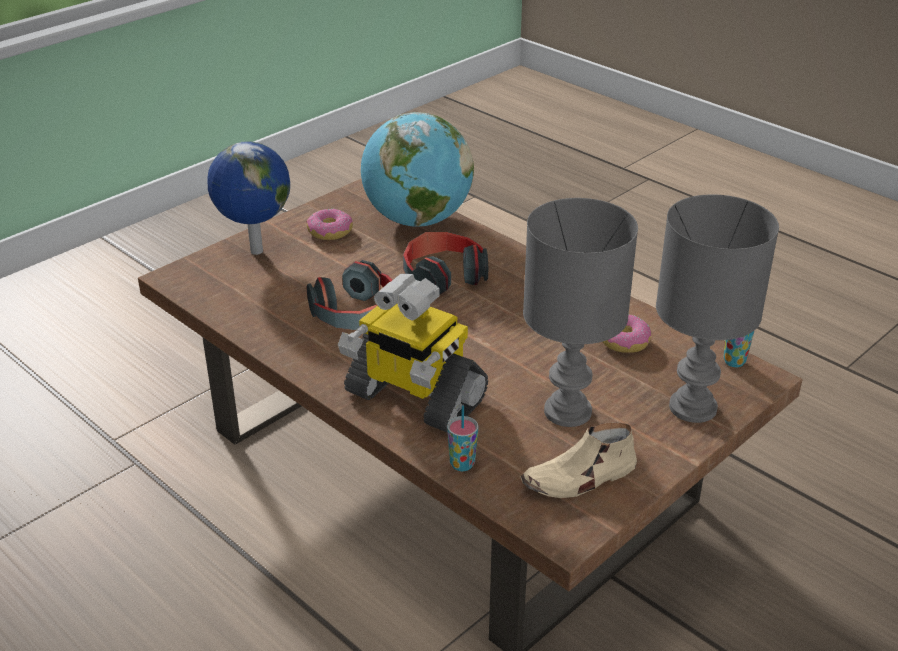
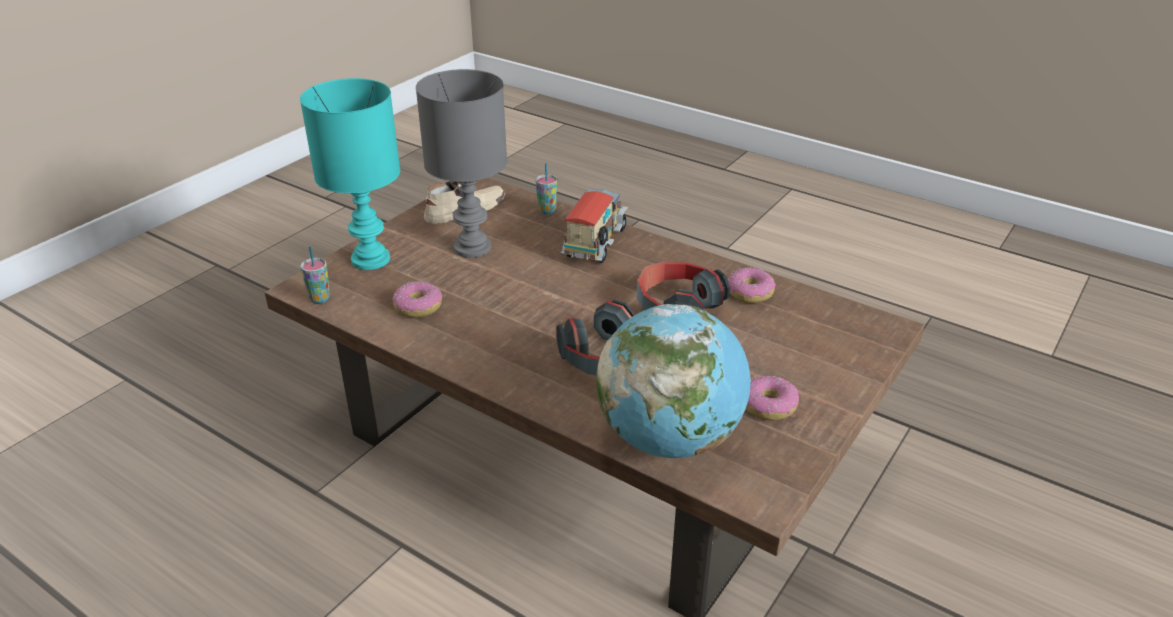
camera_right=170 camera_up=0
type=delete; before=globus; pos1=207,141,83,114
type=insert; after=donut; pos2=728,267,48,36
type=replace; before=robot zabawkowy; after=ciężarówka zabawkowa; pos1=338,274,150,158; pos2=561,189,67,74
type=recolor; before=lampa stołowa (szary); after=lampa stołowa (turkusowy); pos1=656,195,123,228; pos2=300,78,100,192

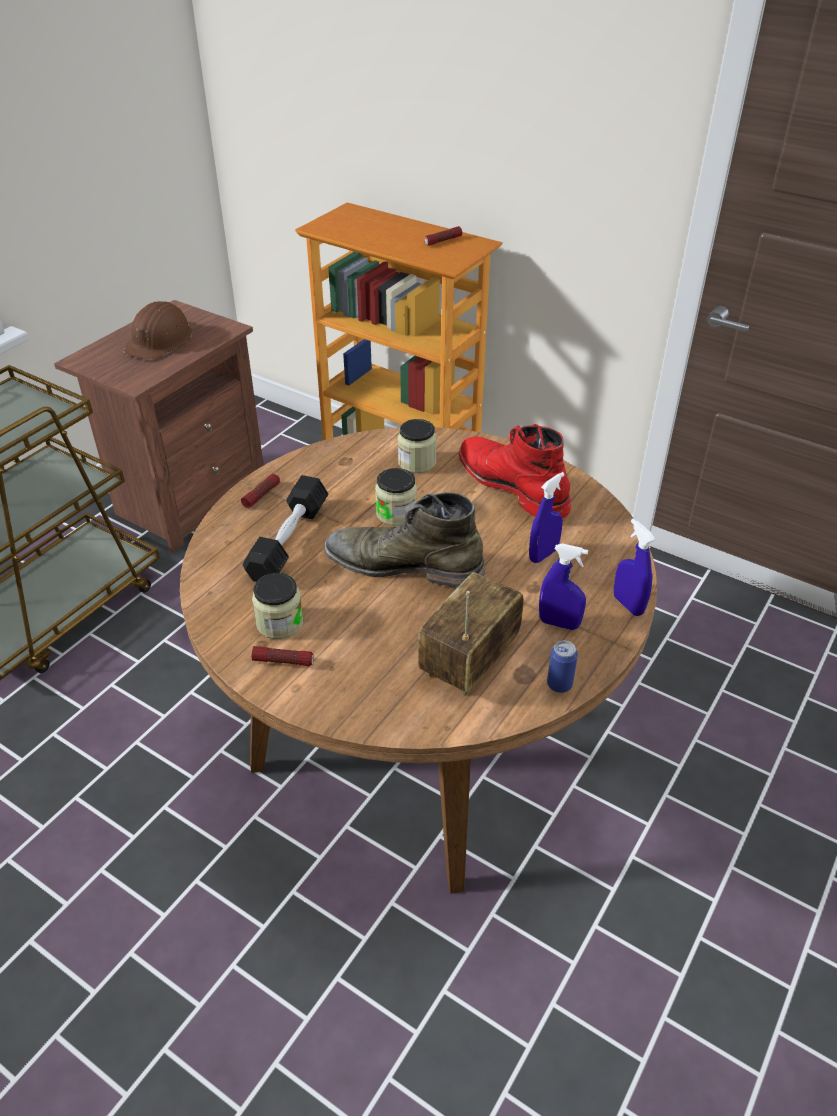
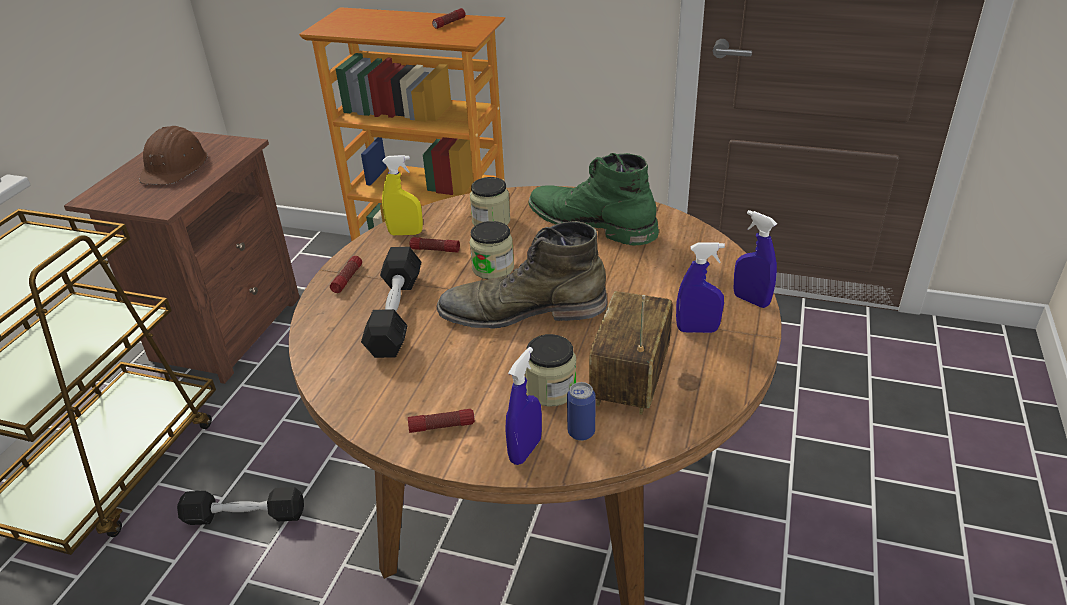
camera_right=-15 camera_up=-5
type=insert; after=hantel (czarny); pos2=177,487,127,38
type=insert; after=spryskiwacz (żółty); pos2=382,155,41,80
type=insert; after=latarka; pos2=409,237,51,15
type=move; before=słoik; pos1=252,573,51,66; pos2=525,334,51,72
type=move; before=spryskiwacz (niebieski); pos1=529,472,36,91; pos2=505,347,37,118
type=move; before=puszka; pos1=547,641,31,52; pos2=567,382,29,59
type=recolor; before=but z cholewką (czerwony); after=but z cholewką (zielony); pos1=459,424,112,94; pos2=529,153,130,93

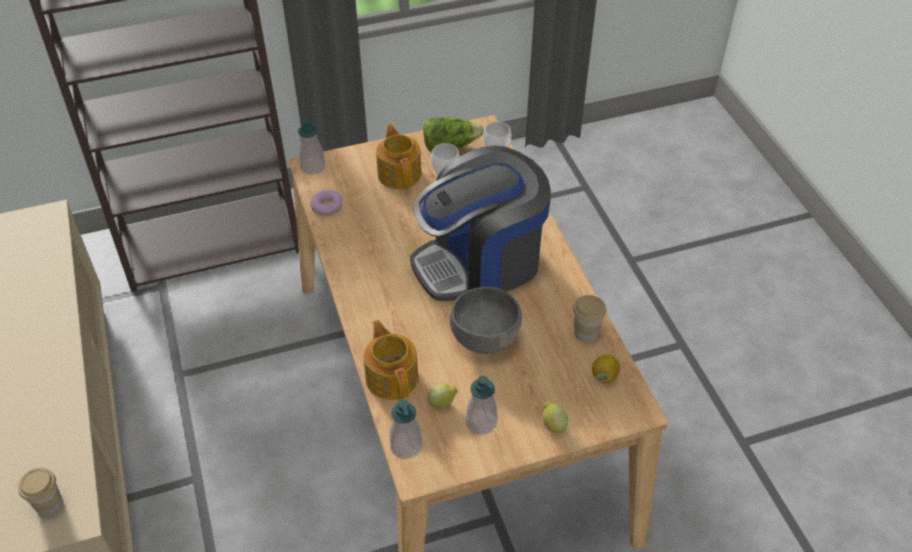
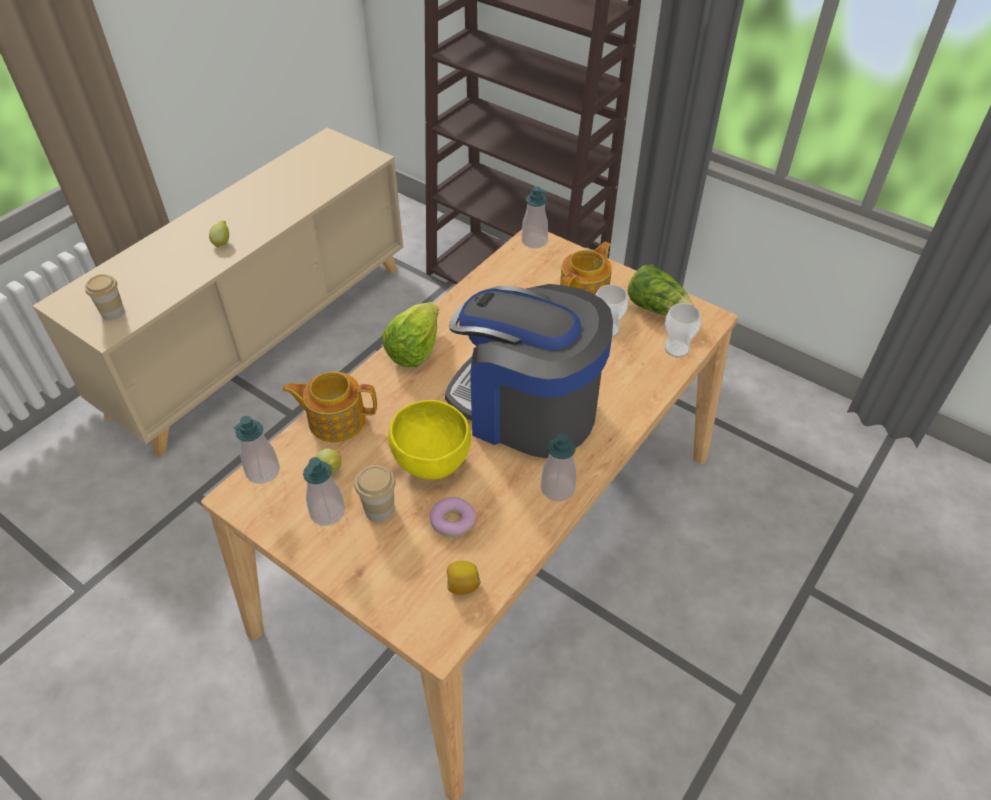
camera_right=55 camera_up=0
type=insert; after=sałata; pos2=382,302,57,65
type=insert; after=dozownik mydła; pos2=541,433,35,68
type=move; before=donut; pos1=310,190,33,26; pos2=429,497,47,41
type=move; before=cytryna; pos1=543,401,25,32; pos2=209,220,20,28
type=move; before=filiżanka; pos1=573,295,33,48; pos2=354,465,42,57
type=recolor; before=miska (szary); after=miska (żółty); pos1=450,287,72,67; pos2=388,400,83,80
type=rotate; before=imbryk; pos1=364,320,54,80; pos2=282,372,95,70; turn=-120

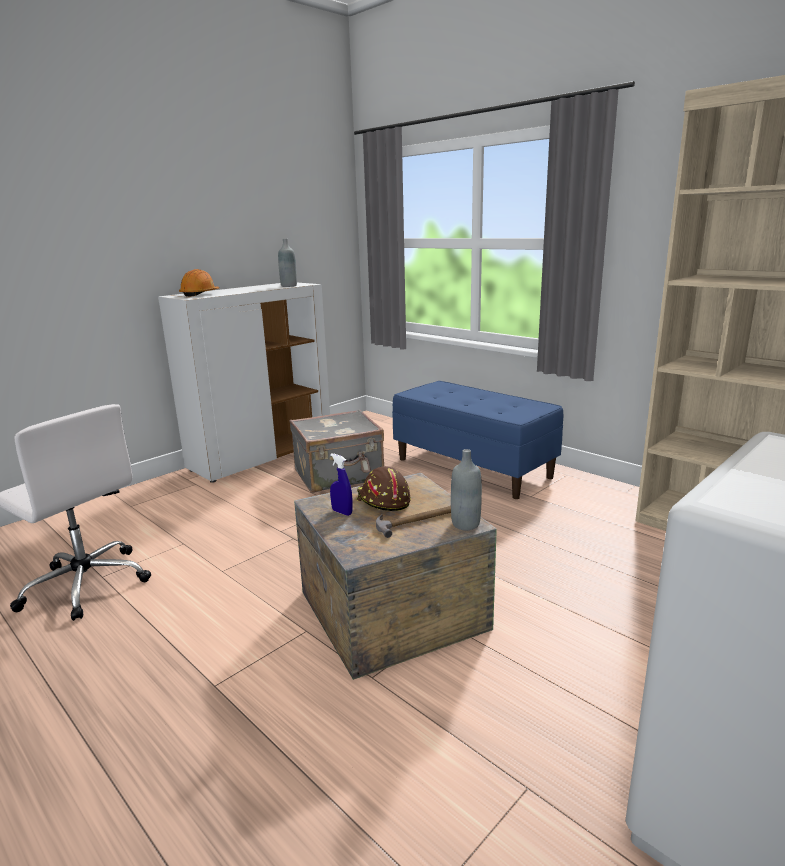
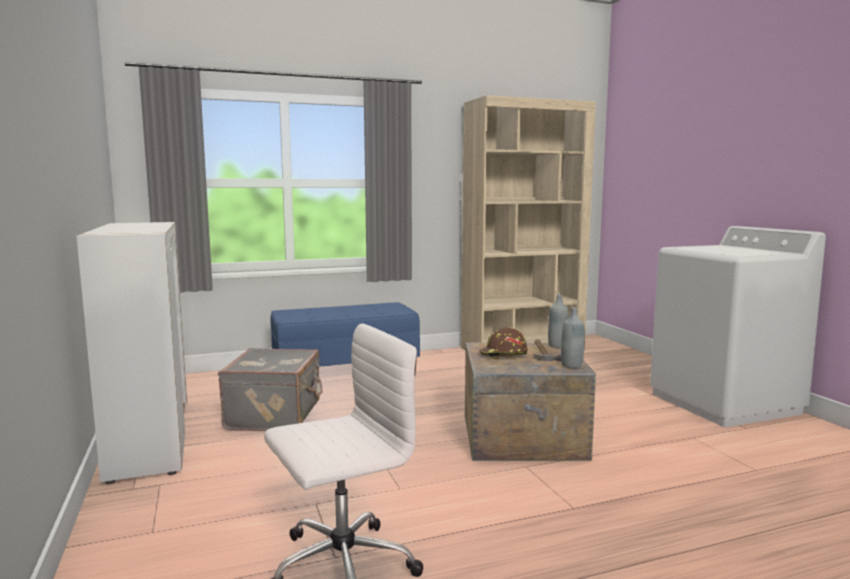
camera_right=-65 camera_up=-10
type=delete; before=kask (pomarańczowy); pos1=179,269,41,28
type=delete; before=spryskiwacz (niebieski); pos1=330,453,23,63
type=move; before=butelka (szary); pos1=278,239,19,48; pos2=561,308,24,60

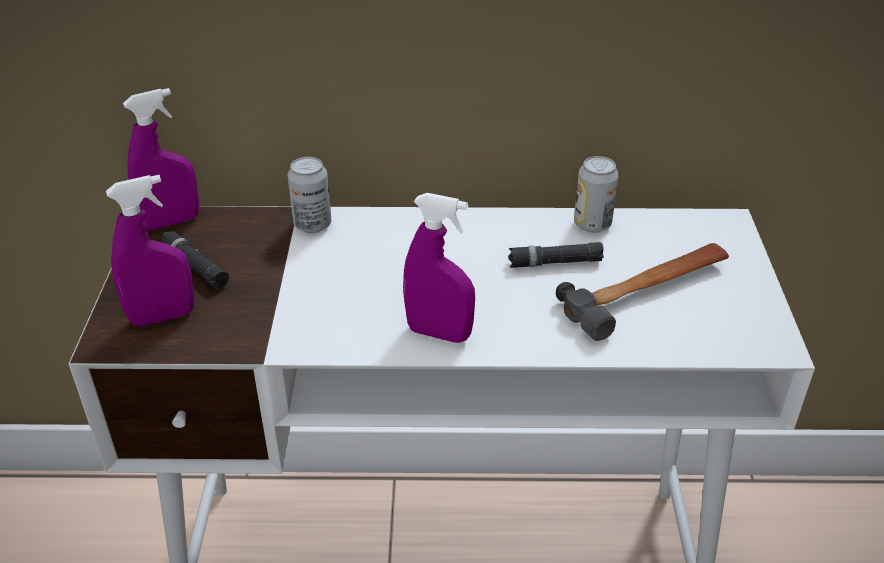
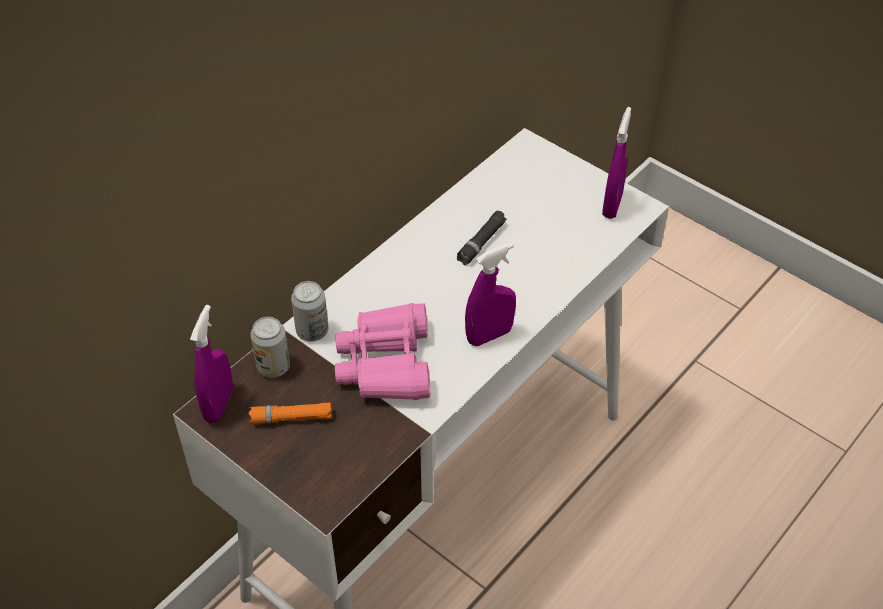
camera_right=-50 camera_up=10
type=delete; before=młotek; pos1=556,243,173,98
type=insert; after=lornetka (różowy); pos2=335,303,95,97
type=move; before=spryskiwacz (fioletowy); pos1=106,175,89,152; pos2=602,107,29,112
type=move; before=puszka; pos1=574,156,45,77; pos2=250,317,40,61
type=recolor; before=latarka (czarny); after=latarka (pomarańczowy); pos1=161,231,68,58; pos2=249,402,83,22

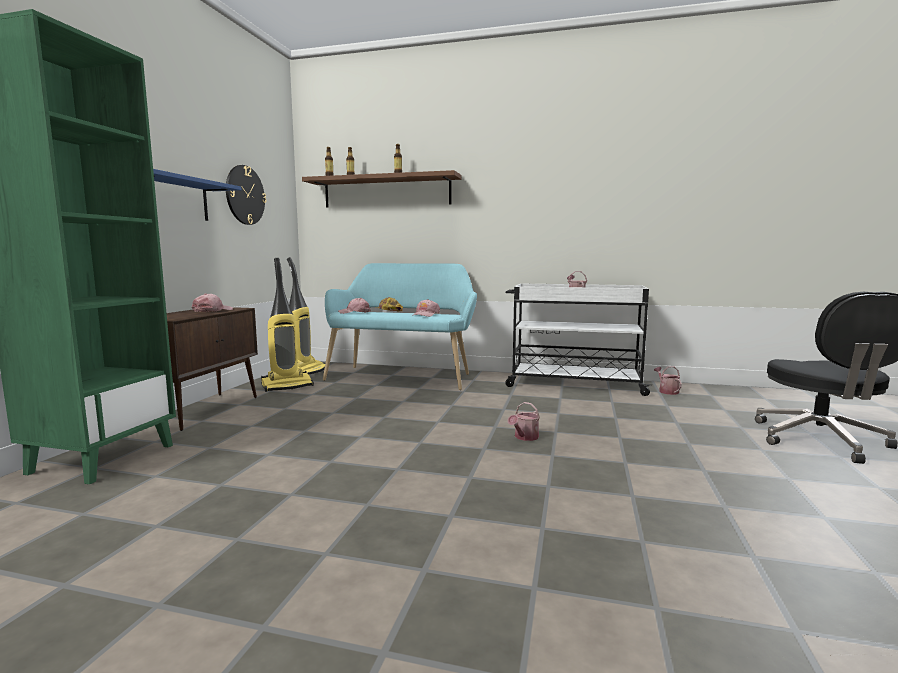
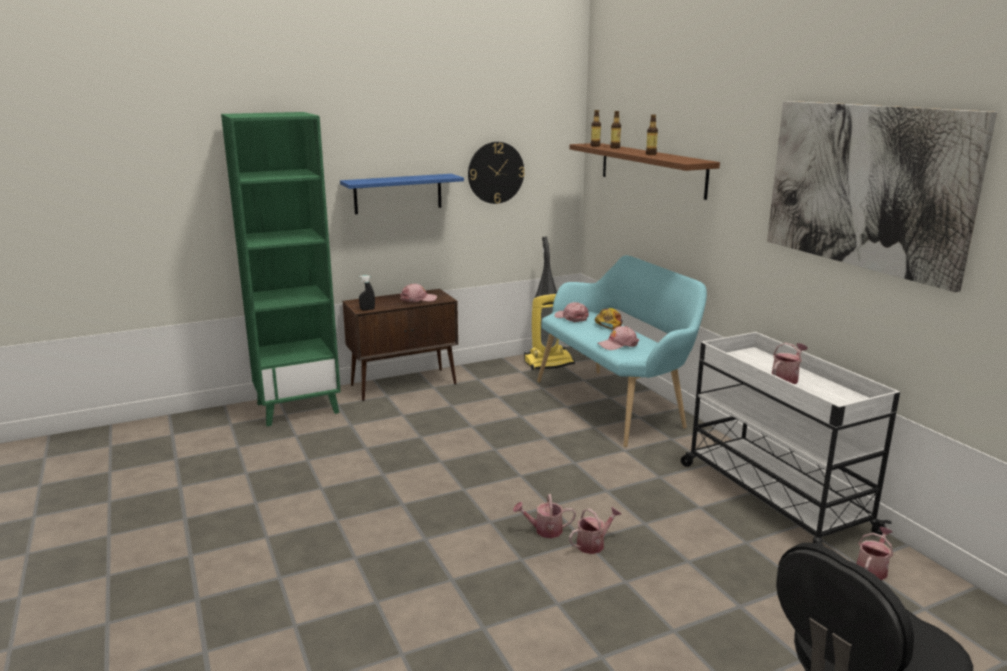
camera_right=50 camera_up=10
type=delete; before=odkurzacz; pos1=261,258,53,134
type=insert; after=spryskiwacz (czarny); pos2=359,275,16,35
type=insert; after=konewka; pos2=569,507,52,47
type=insert; after=obraz; pos2=767,101,230,191

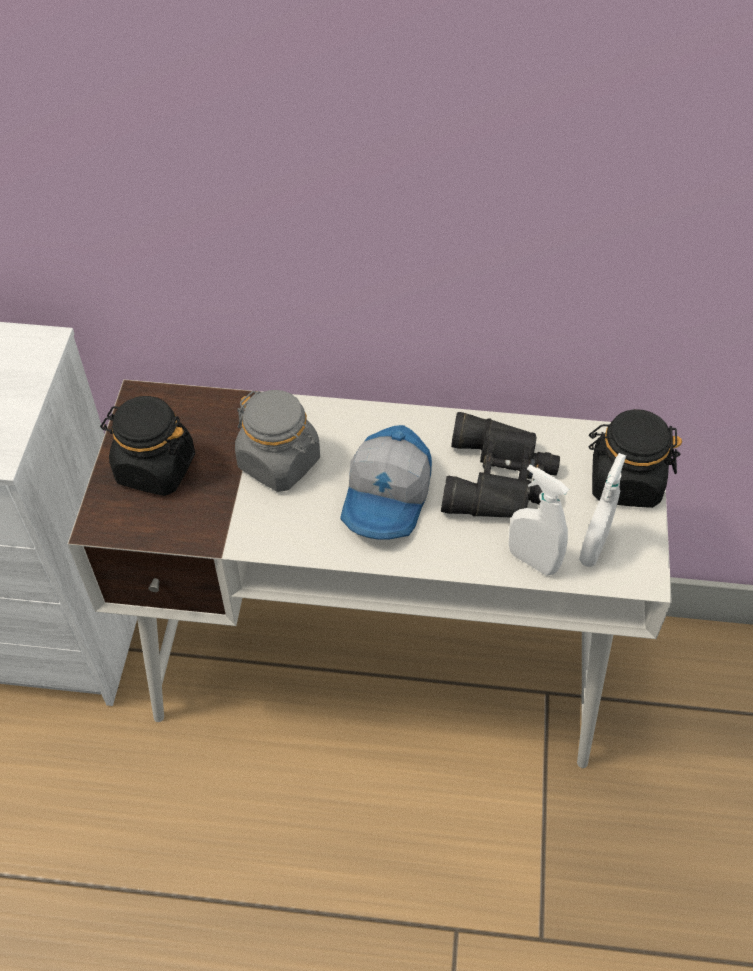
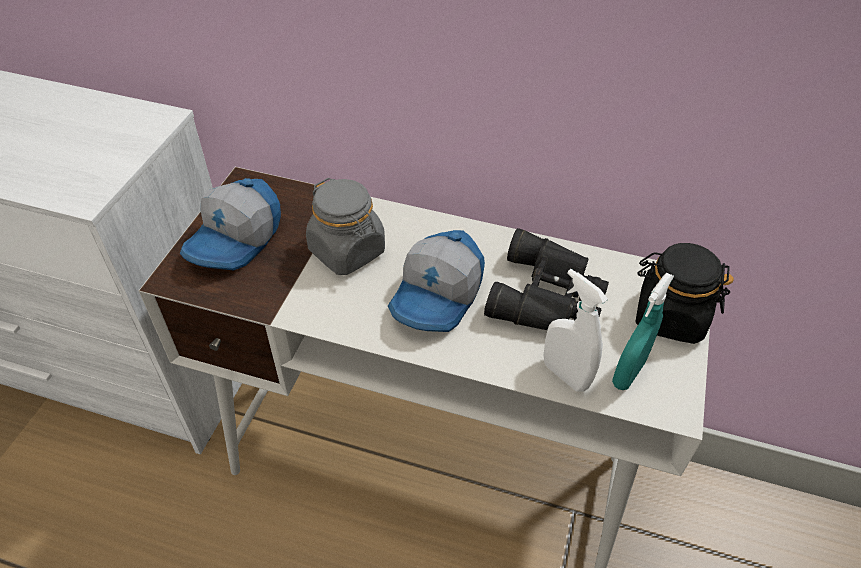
camera_right=10 camera_up=-5
type=replace; before=słoik (czarny); after=czapka z daszkiem; pos1=100,396,95,100; pos2=180,178,101,92
type=recolor; before=spryskiwacz (biały); after=spryskiwacz (turkusowy); pos1=579,453,47,114; pos2=612,273,62,117

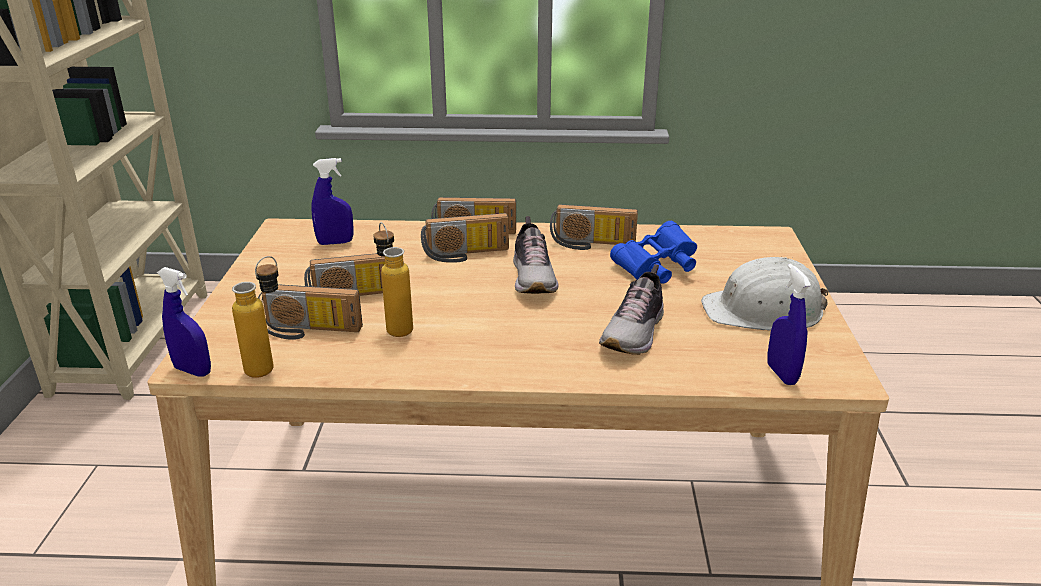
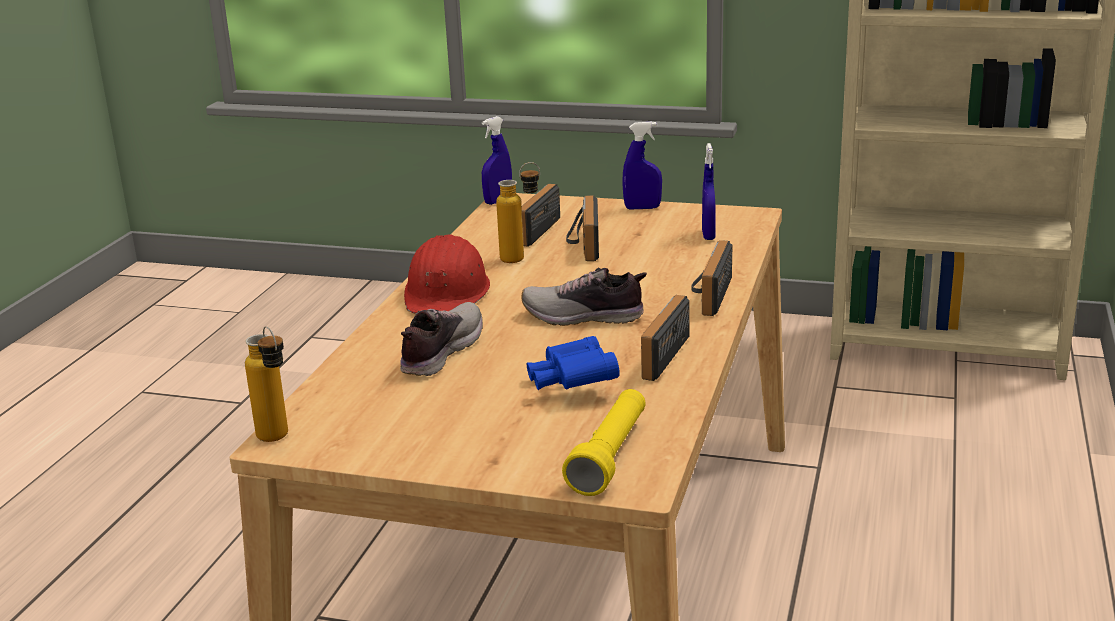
camera_right=105 camera_up=-5
type=delete; before=radio; pos1=421,213,88,50
type=delete; before=kask (biały); pos1=701,257,128,73
type=insert; after=kask (czerwony); pos2=404,234,86,80
type=insert; after=latarka (żółty); pos2=562,389,84,107
type=move; before=butelka; pos1=232,256,47,122; pos2=245,326,43,116
type=move; before=spryskiwacz (niebieski); pos1=767,264,44,121; pos2=622,122,40,87
type=rotate; before=but; pos1=599,264,65,91; pos2=400,302,83,74; turn=75

